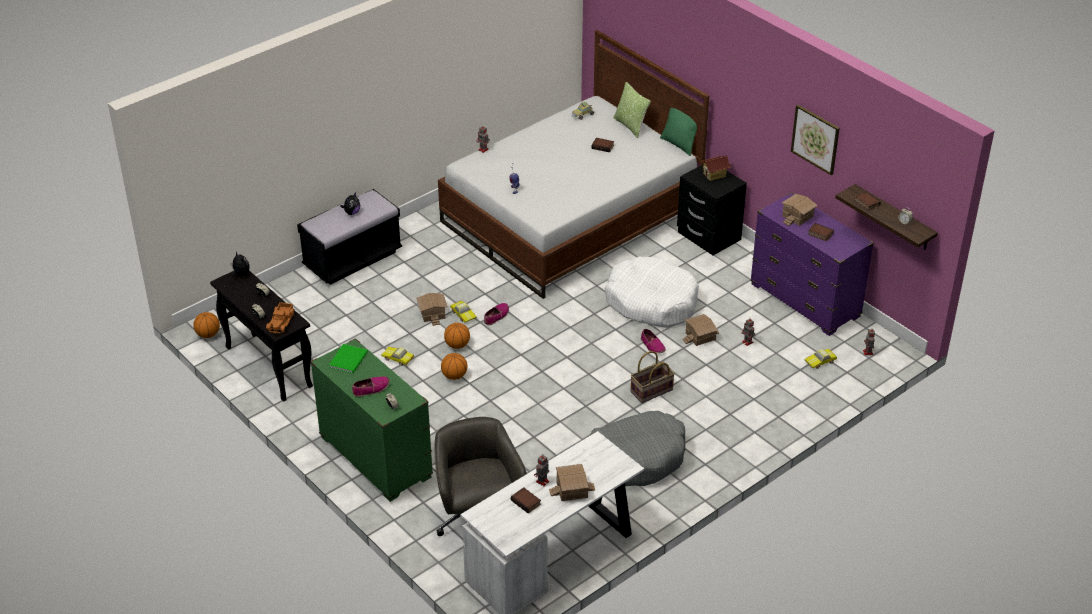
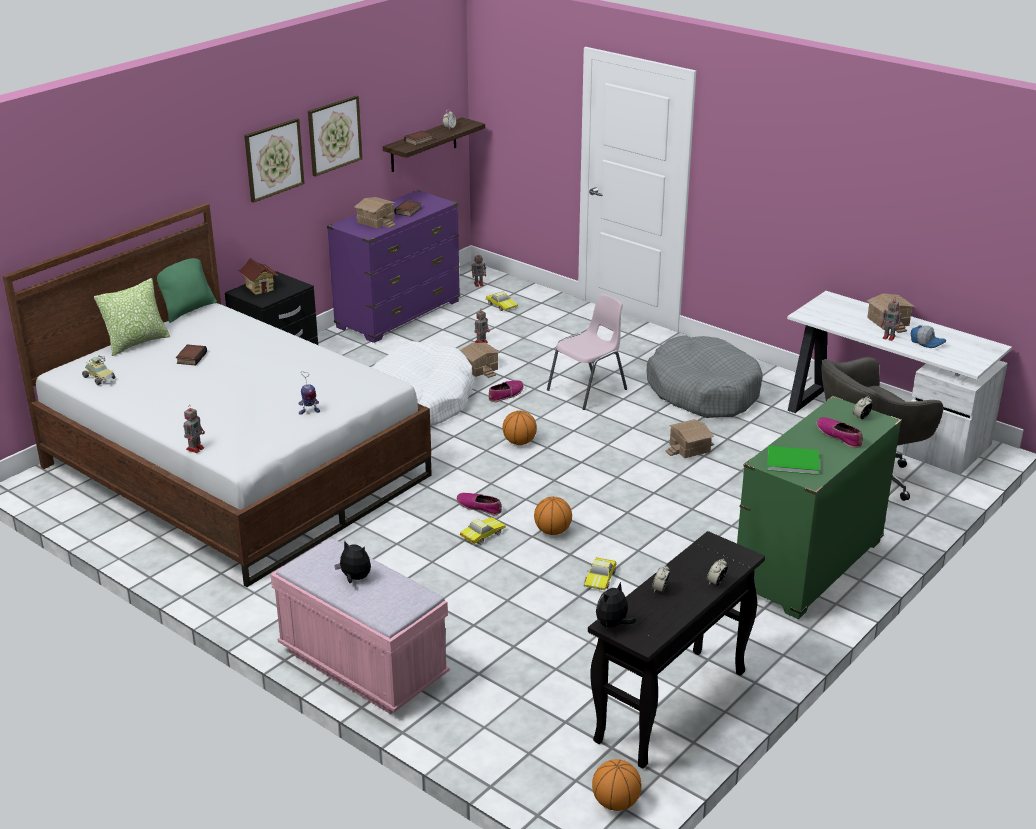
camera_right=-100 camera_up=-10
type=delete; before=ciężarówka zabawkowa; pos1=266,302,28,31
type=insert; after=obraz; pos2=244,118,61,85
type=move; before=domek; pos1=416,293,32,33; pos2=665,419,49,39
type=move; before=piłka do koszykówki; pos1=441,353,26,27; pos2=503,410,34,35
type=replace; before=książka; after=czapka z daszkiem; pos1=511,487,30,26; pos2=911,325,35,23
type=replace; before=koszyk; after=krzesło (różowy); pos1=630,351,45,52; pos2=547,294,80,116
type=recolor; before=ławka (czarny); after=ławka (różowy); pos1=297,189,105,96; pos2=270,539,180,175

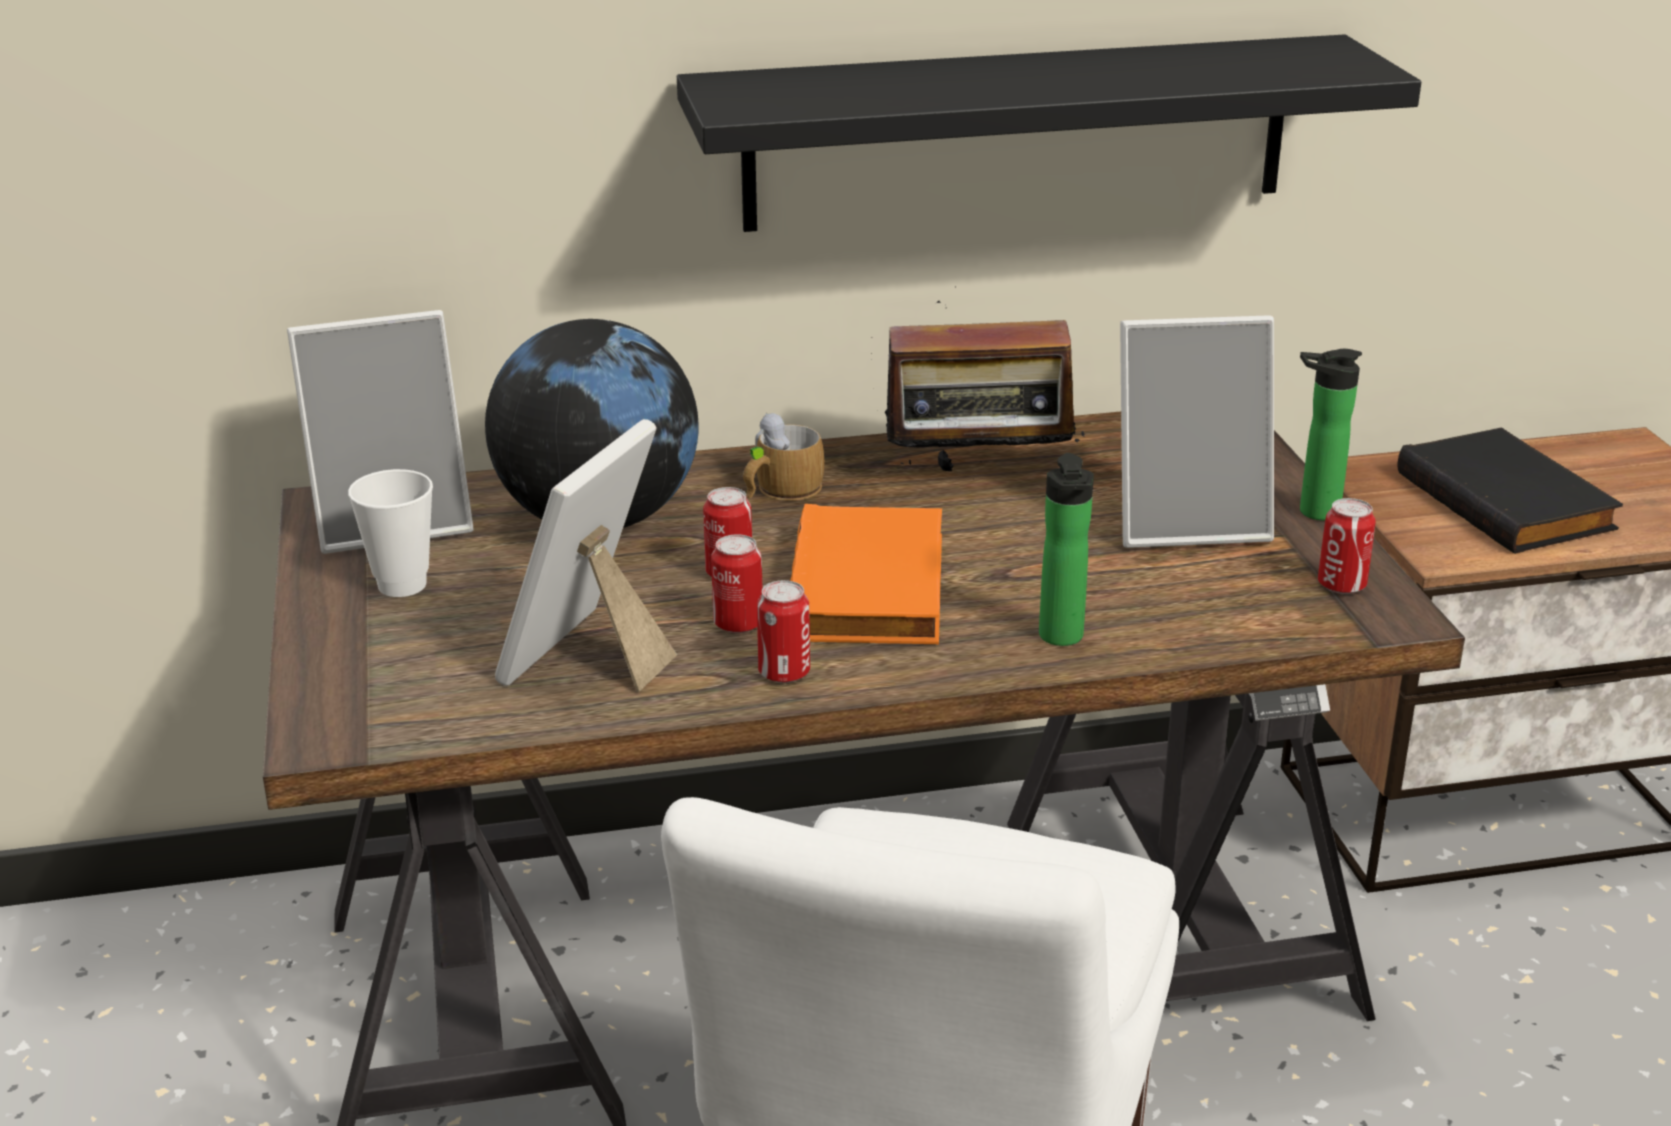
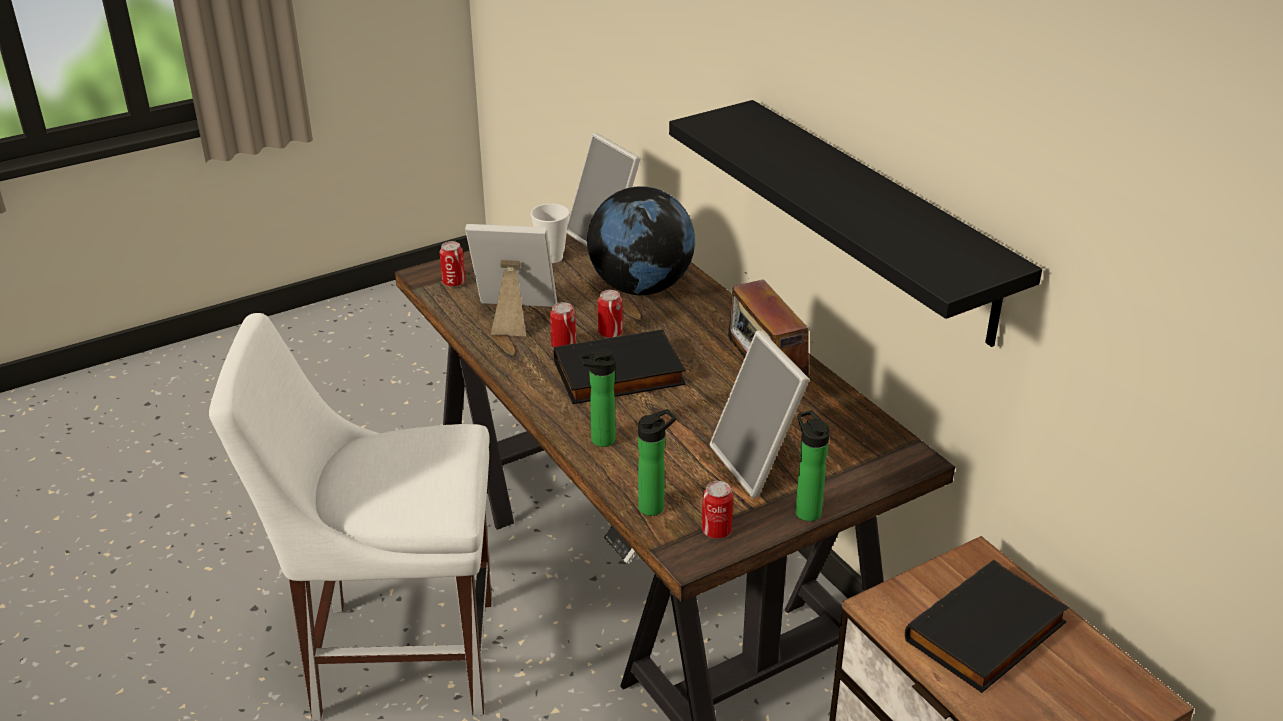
camera_right=70 camera_up=5
type=delete; before=kubek; pos1=743,412,81,89
type=insert; after=butelka; pos2=638,409,38,107
type=move; before=puszka; pos1=757,580,53,103; pos2=440,241,25,46
type=recolor; before=książka (pomarańczowy); after=książka (czarny); pos1=790,504,152,140; pos2=554,329,132,75

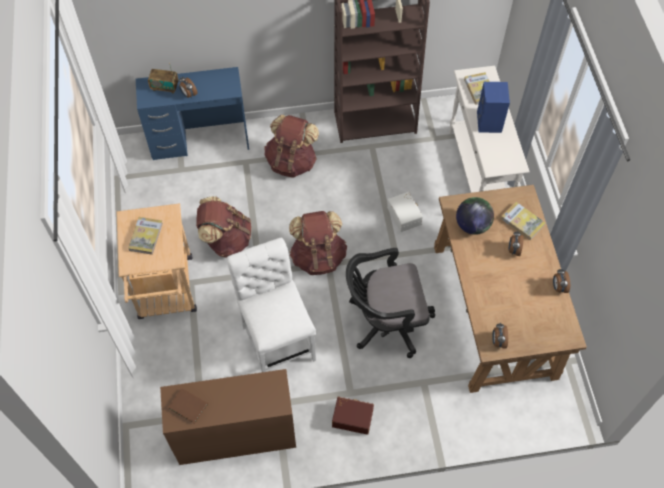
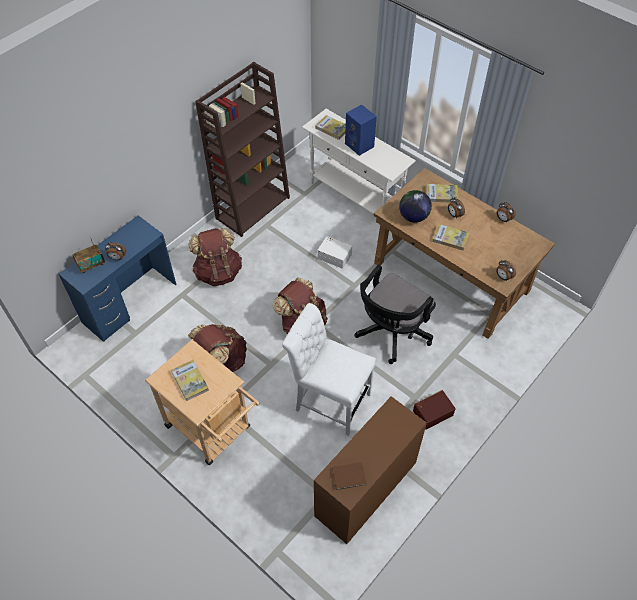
camera_right=-40 camera_up=-5
type=insert; after=książka; pos2=432,224,37,27

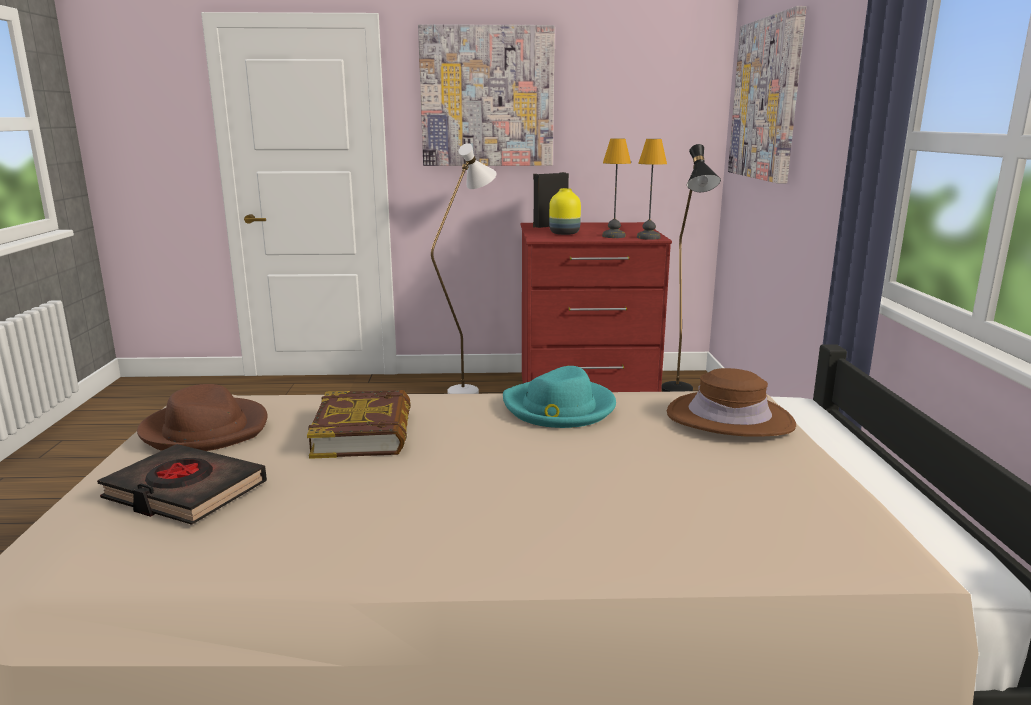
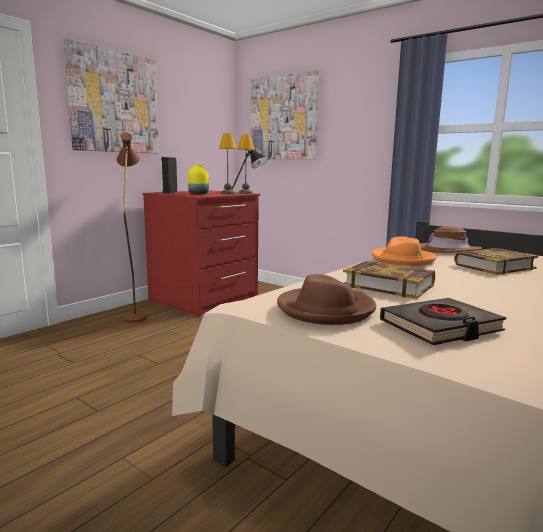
camera_right=-50 camera_up=-5
type=insert; after=książka; pos2=454,248,84,27
type=recolor; before=lampa stojąca (biały); after=lampa stojąca (brązowy); pos1=431,143,65,251; pos2=116,132,31,191
type=recolor; before=kapelusz (turkusowy); after=kapelusz (pomarańczowy); pos1=503,366,113,62; pos2=371,237,66,29

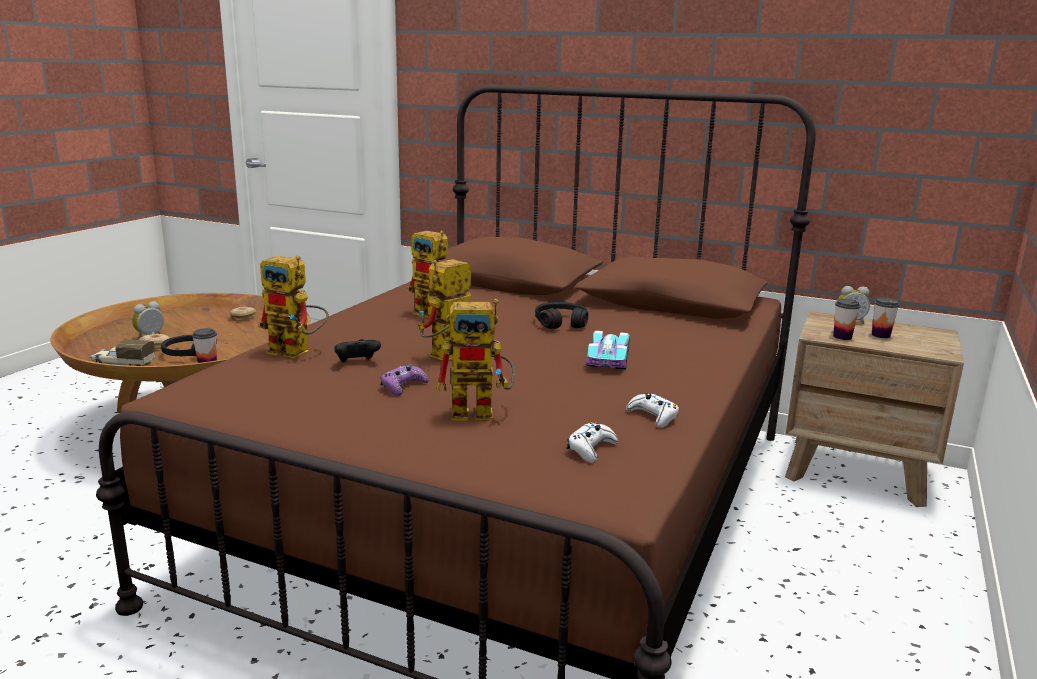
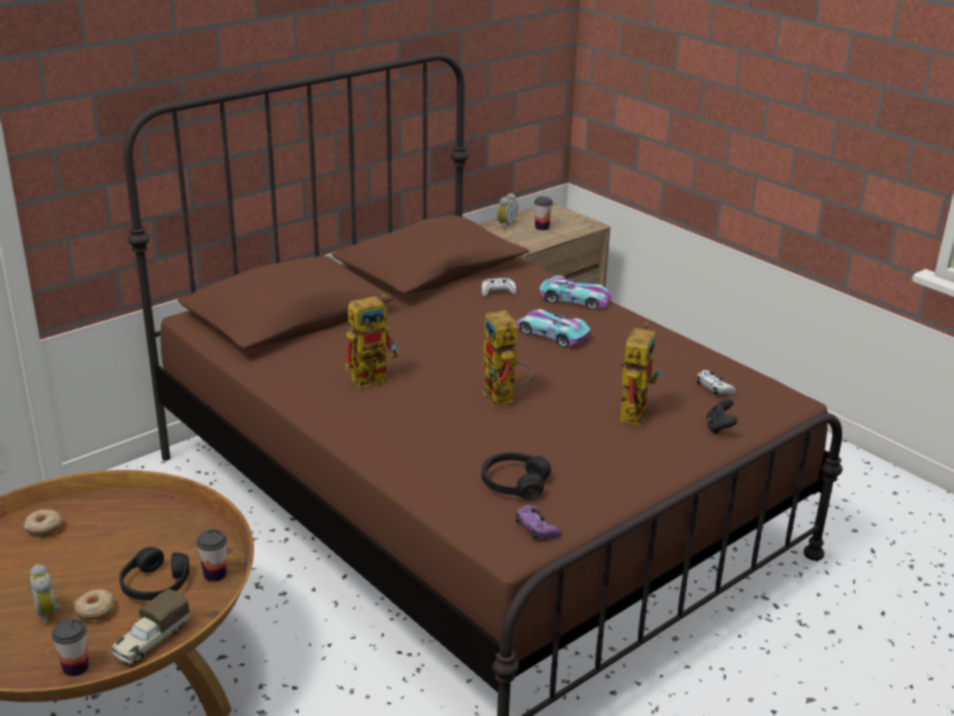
camera_right=-65 camera_up=10
type=delete; before=robot zabawkowy; pos1=258,256,71,103
type=insert; after=samochodzik; pos2=539,275,72,35
type=move; before=pad do gier (czarny); pos1=334,339,47,23; pos2=706,399,31,35
type=move; before=pad do gier (fioletowy); pos1=381,365,47,31; pos2=516,505,45,35
type=move; before=słuchawki (czarny); pos1=535,302,53,27; pos2=481,452,70,47
type=move; before=pad do gier (biały); pos1=626,393,53,35; pos2=482,278,34,19
type=move; before=filiżanka; pos1=833,299,27,41; pos2=51,618,38,58

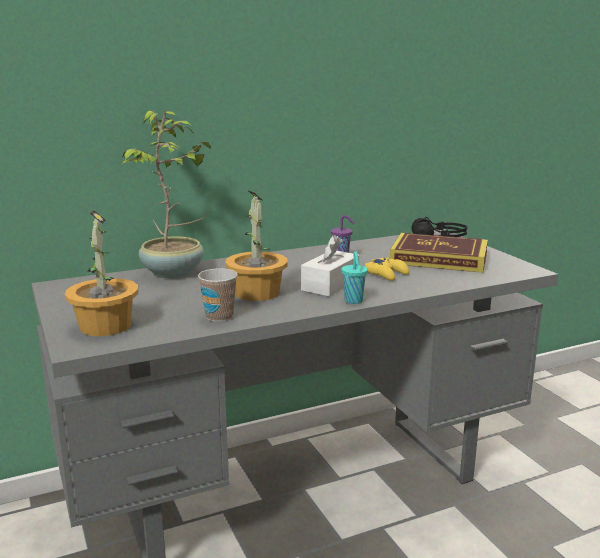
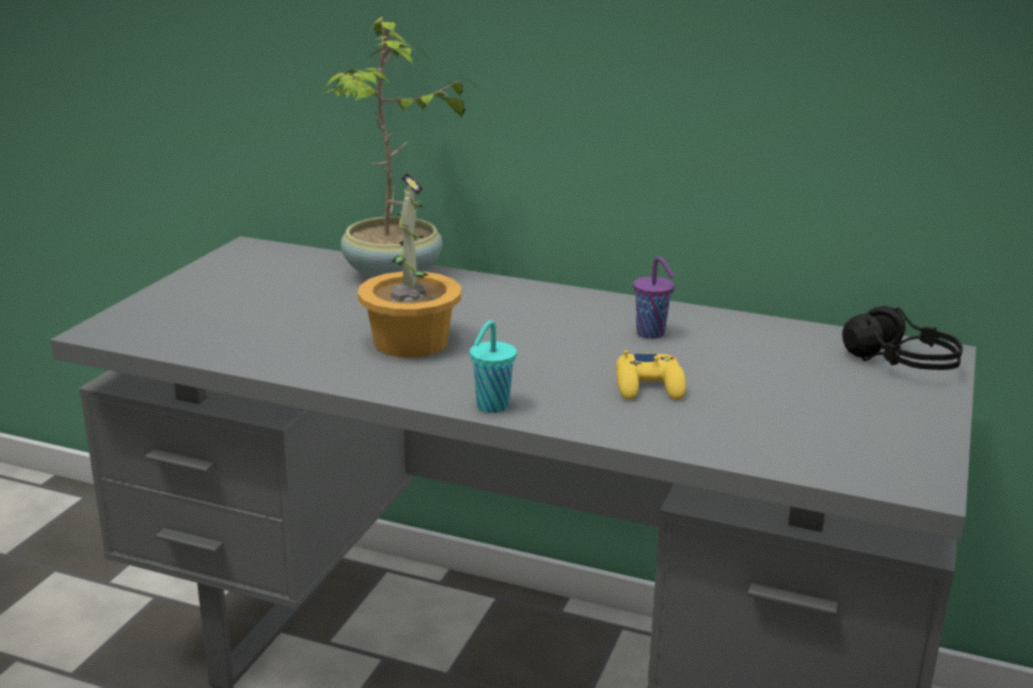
camera_right=45 camera_up=5
type=delete; before=roślina doniczkowa; pos1=65,210,73,126
type=delete; before=filiżanka; pos1=198,268,40,54
type=delete; before=pudełko chusteczek (biały); pos1=301,235,58,62
type=delete; before=książka; pos1=390,233,98,40

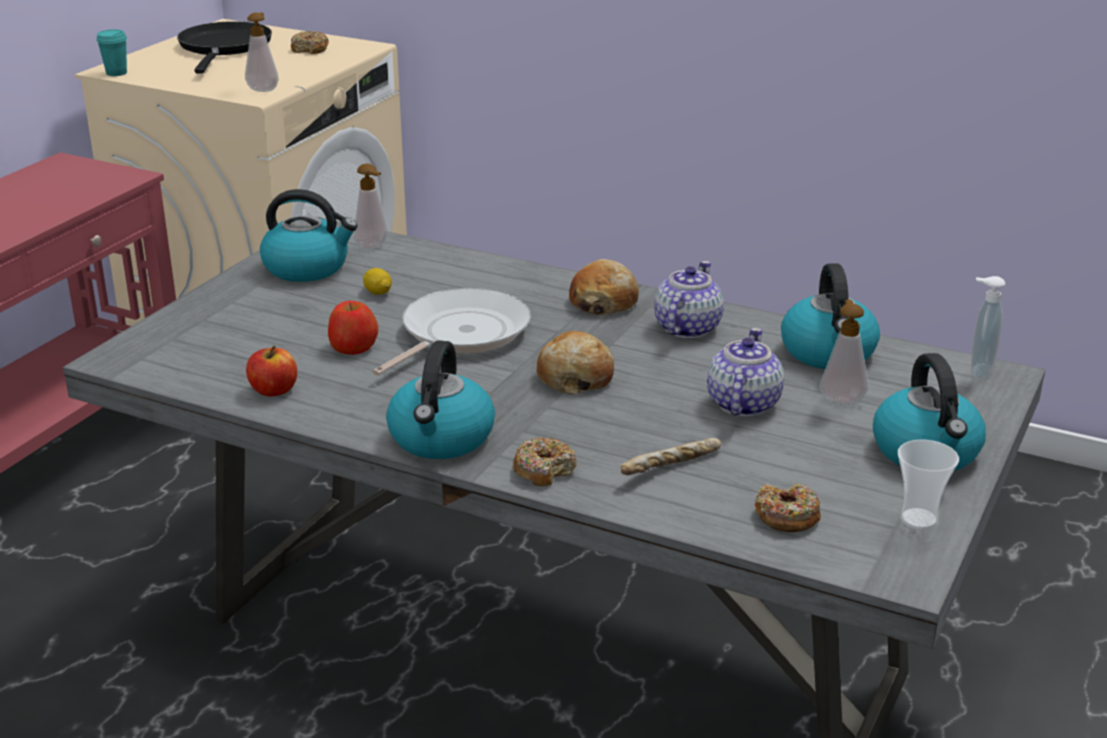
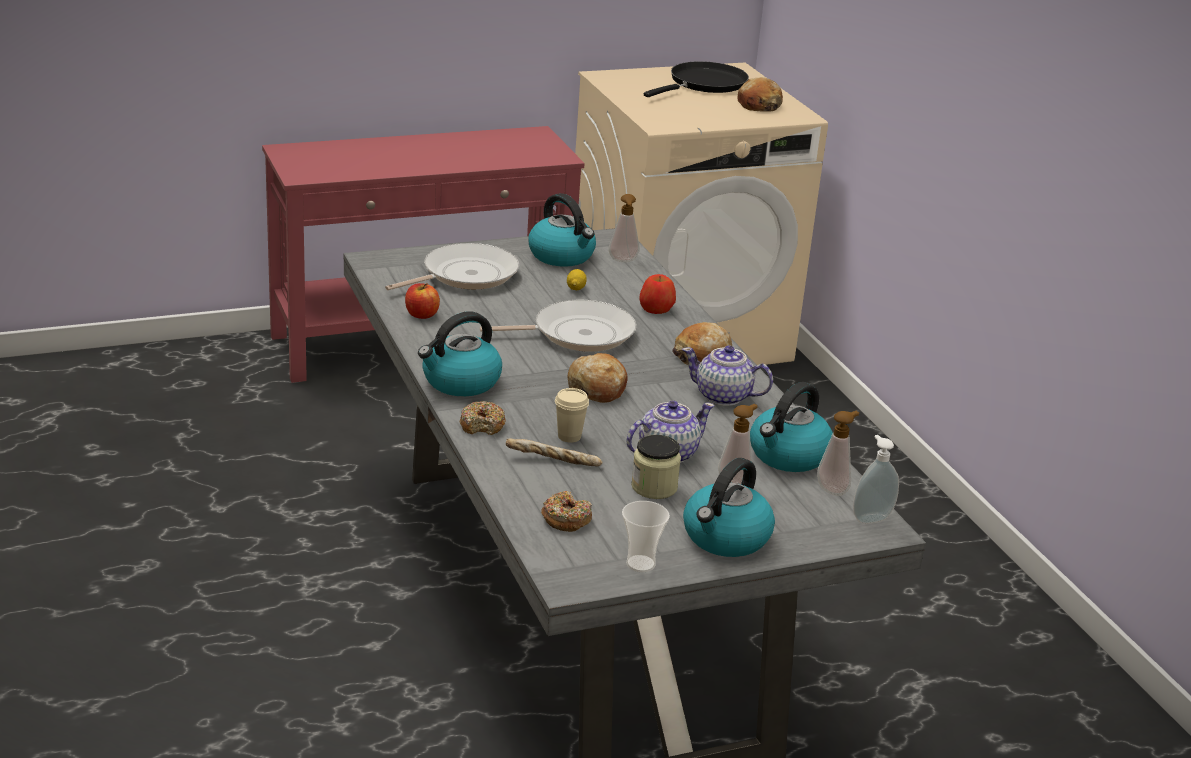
camera_right=40 camera_up=0
type=delete; before=filiżanka (turkusowy); pos1=96,29,31,47
type=insert; after=patelnia; pos2=385,243,134,47
type=insert; after=filiżanka (beżowy); pos2=555,388,34,54
type=insert; after=słoik; pos2=631,435,50,64
type=move; before=dozownik mydła; pos1=245,13,34,79; pos2=817,411,42,85
type=move; before=jabłko; pos1=328,301,50,54; pos2=639,274,37,40
type=replace; before=donut; after=chleb; pos1=291,31,38,23; pos2=738,77,45,35
type=rotate; before=imbryk; pos1=654,261,70,77; pos2=682,345,91,61; turn=-135

